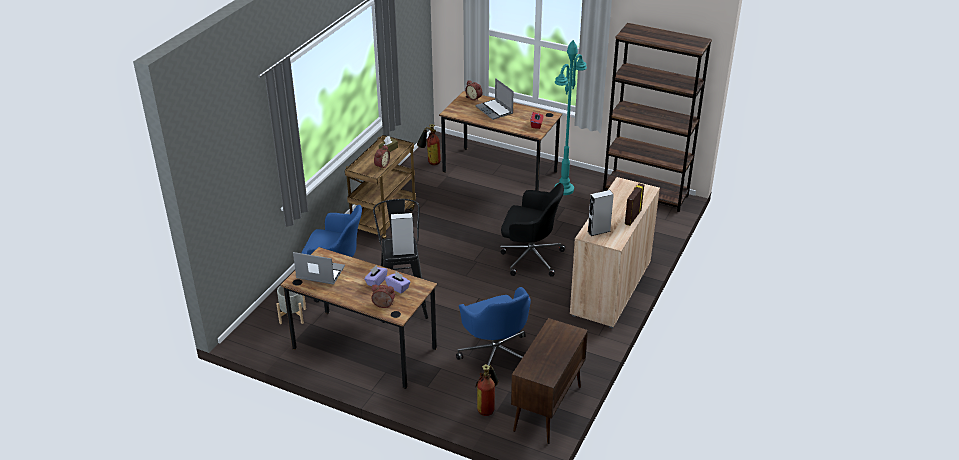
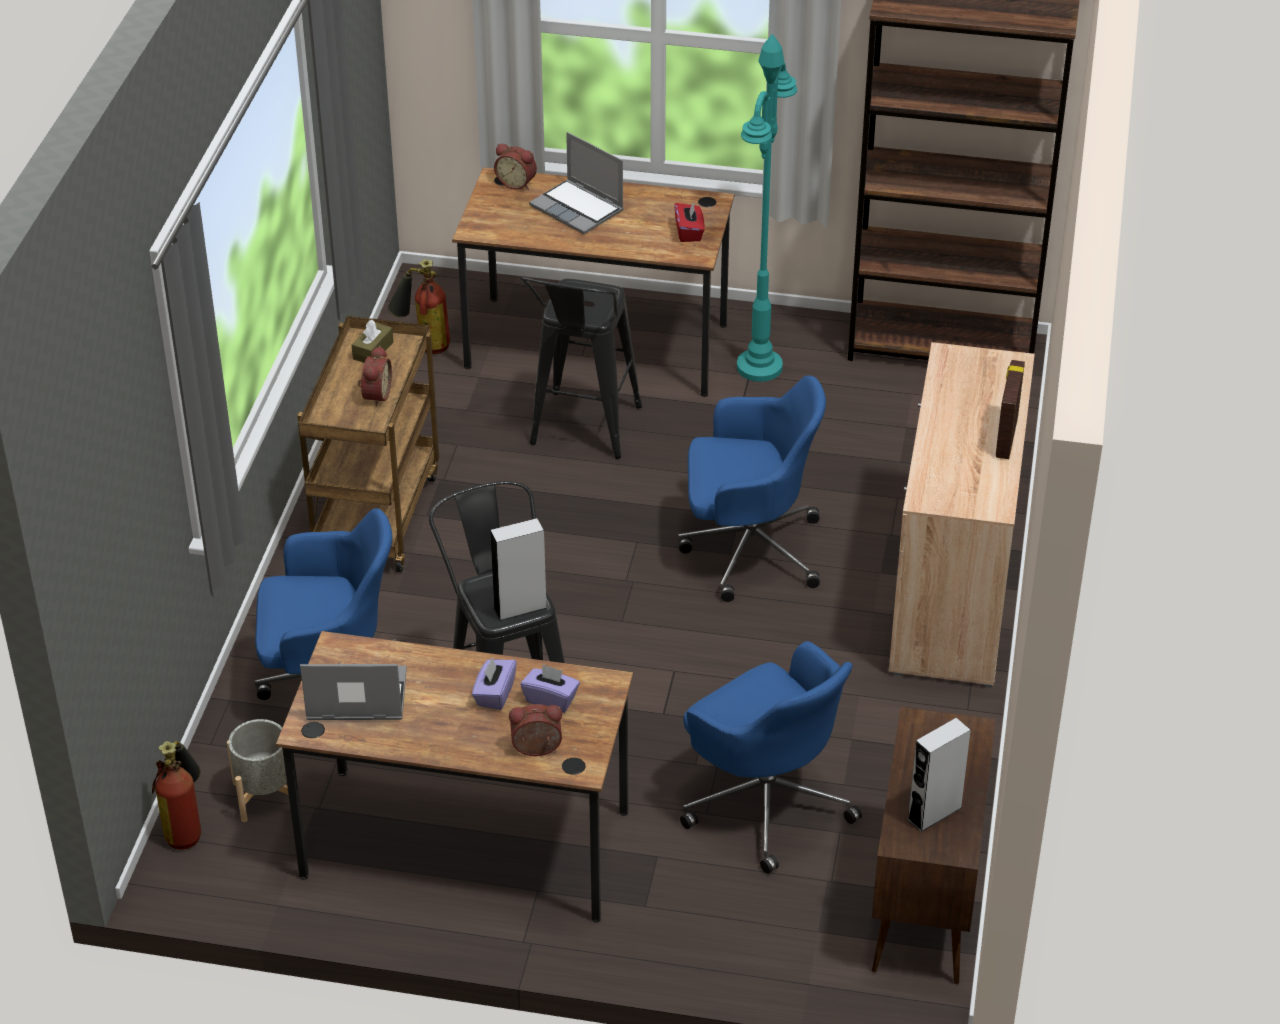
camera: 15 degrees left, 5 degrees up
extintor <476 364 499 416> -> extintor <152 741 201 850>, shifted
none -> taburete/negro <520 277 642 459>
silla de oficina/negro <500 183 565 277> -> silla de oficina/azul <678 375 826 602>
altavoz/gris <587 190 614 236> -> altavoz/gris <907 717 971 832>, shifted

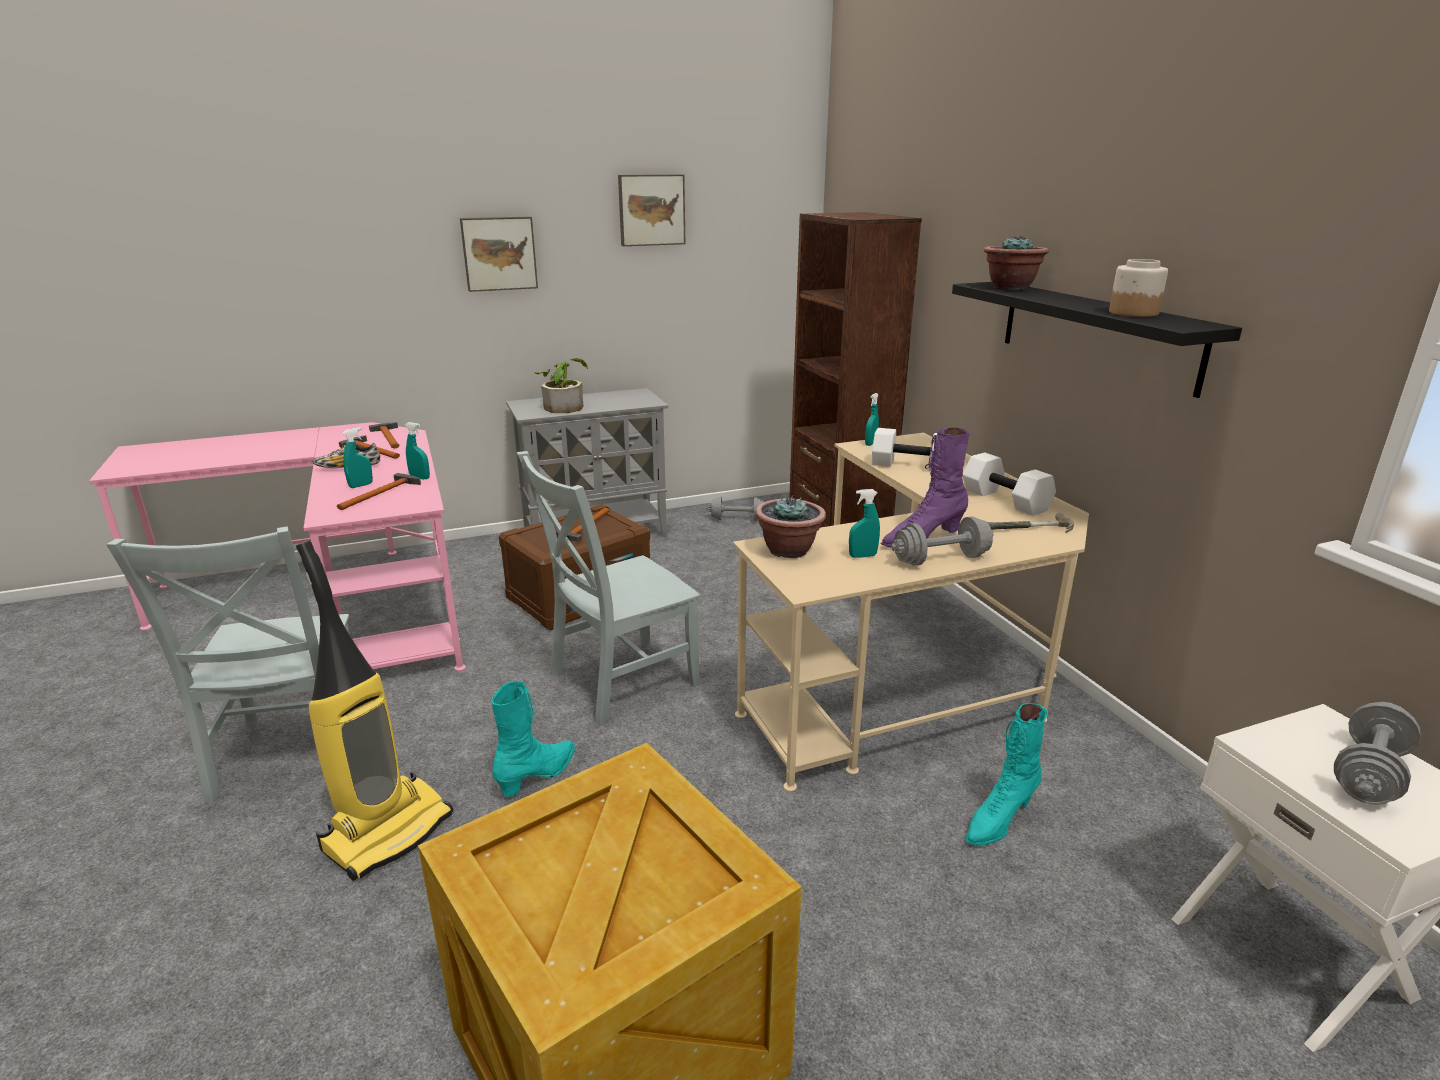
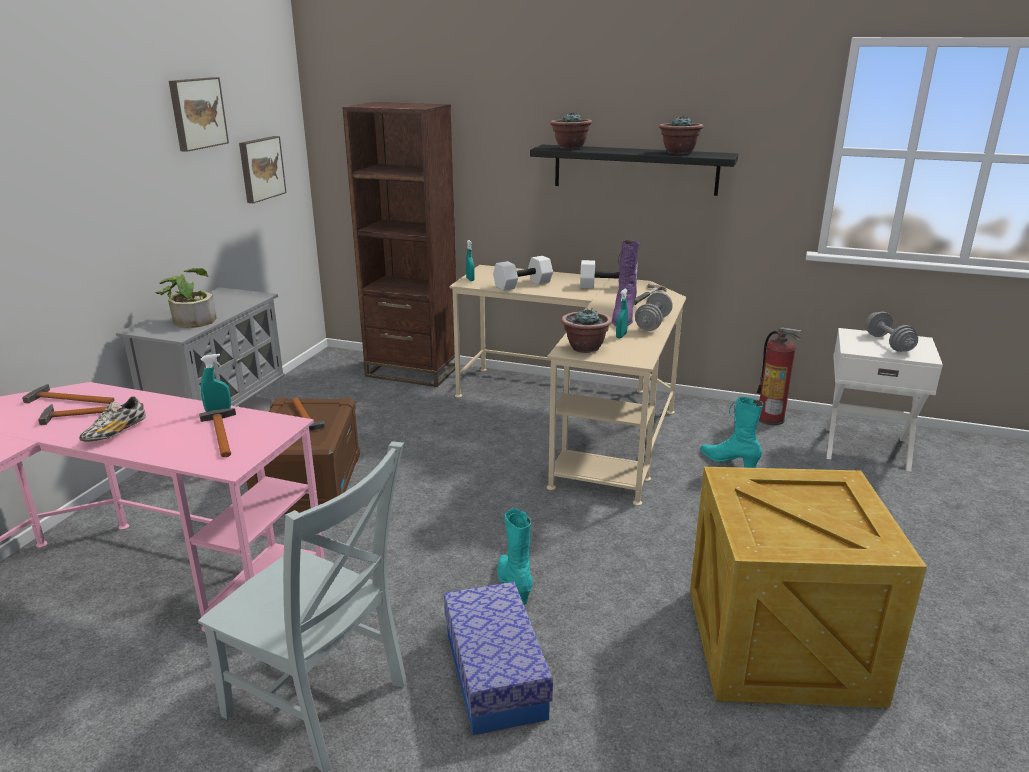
camera: 50 degrees left, 0 degrees up
cuadro <460 216 538 292> -> cuadro <239 136 287 203>, shifted
aspiradora <296 540 453 881> -> caja de almacenaje <444 582 553 735>
tarro <1109 259 1168 317> -> planta en maceta <659 115 704 155>
bota/turquesa <965 703 1048 846> -> bota/turquesa <700 397 763 468>, 135 degrees clockwise
none -> extintor <757 327 803 425>
pulverizador/turquesa <342 427 373 488> -> none
silla/gris <517 451 700 725> -> none
mancuerna/gris <706 497 764 521> -> none

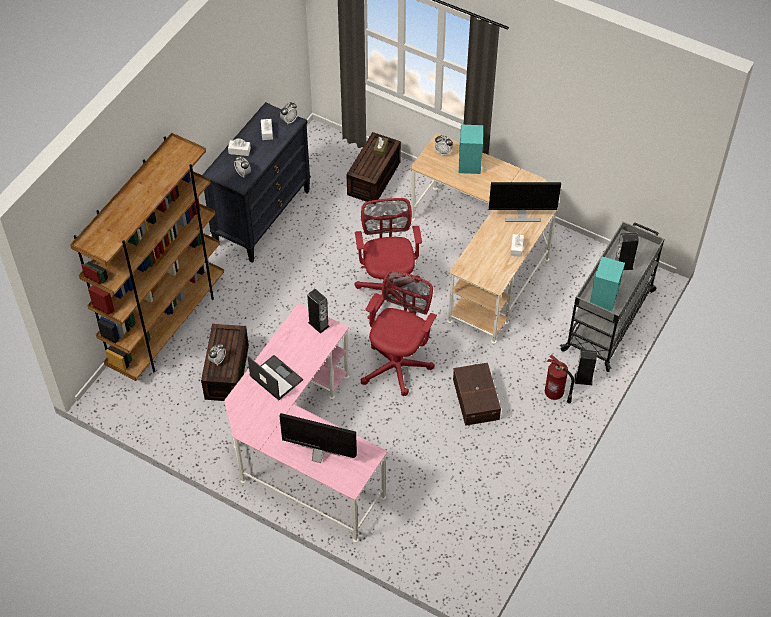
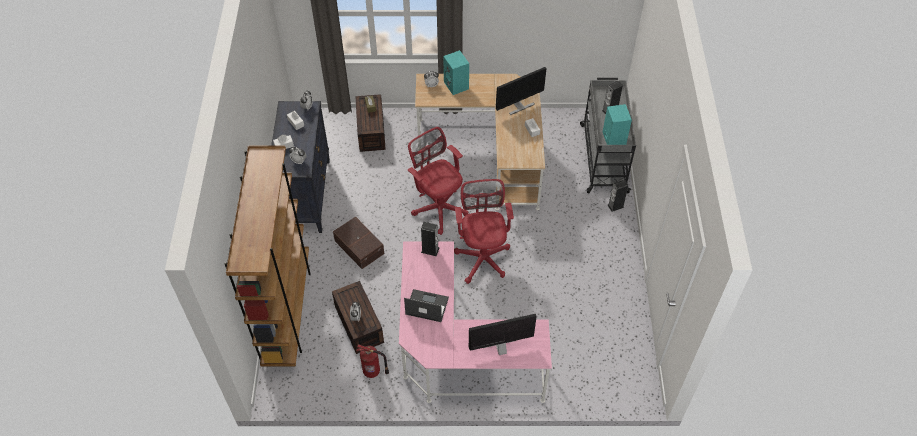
camera: 30 degrees left, 0 degrees up
caja de almacenaje/marrón <453 363 501 426> -> caja de almacenaje/marrón <333 216 384 269>, shifted
extintor <545 354 574 403> -> extintor <356 344 389 378>, shifted

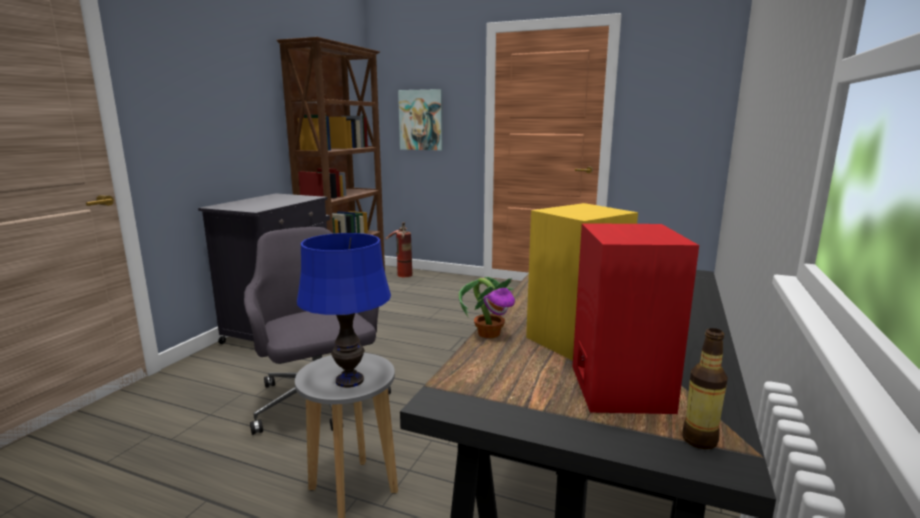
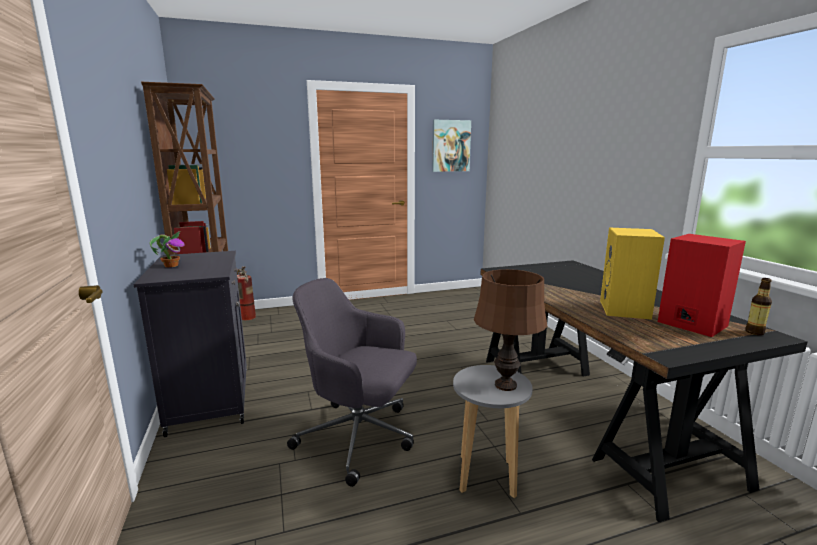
camera: 40 degrees left, 0 degrees up
planta en maceta <459 277 515 338> -> planta en maceta <150 232 185 268>, shifted
cuadro <398 89 443 150> -> cuadro <432 120 471 172>, shifted
lámpara de mesa/azul <297 233 391 388> -> lámpara de mesa/marrón <474 269 547 391>

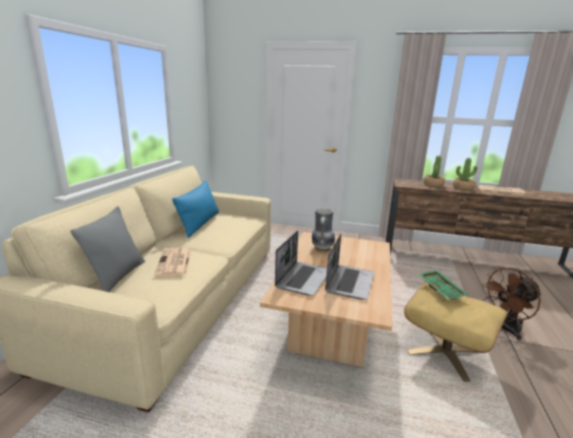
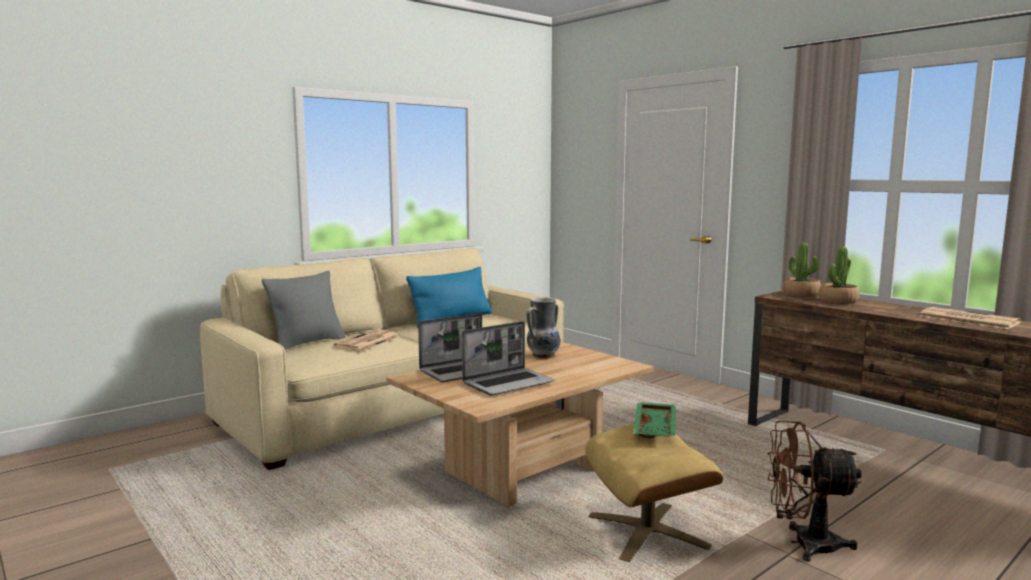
camera: 35 degrees right, 10 degrees down
planta en maceta <453 158 477 190> -> planta en maceta <783 242 821 297>, shifted

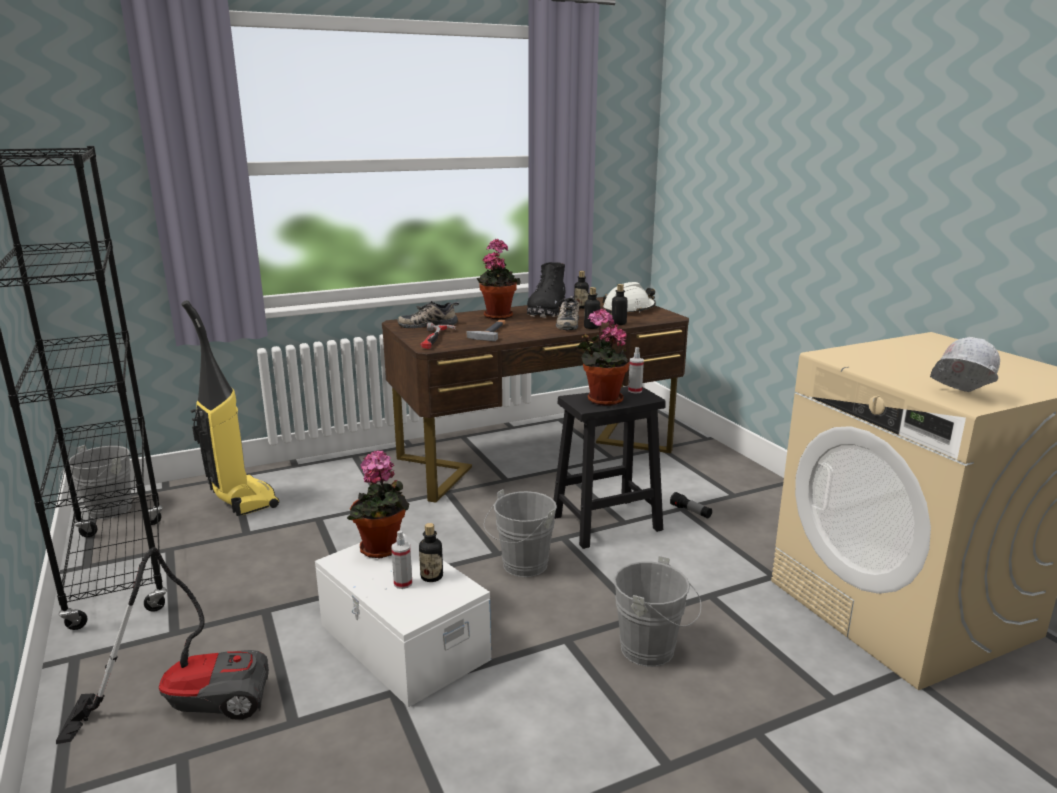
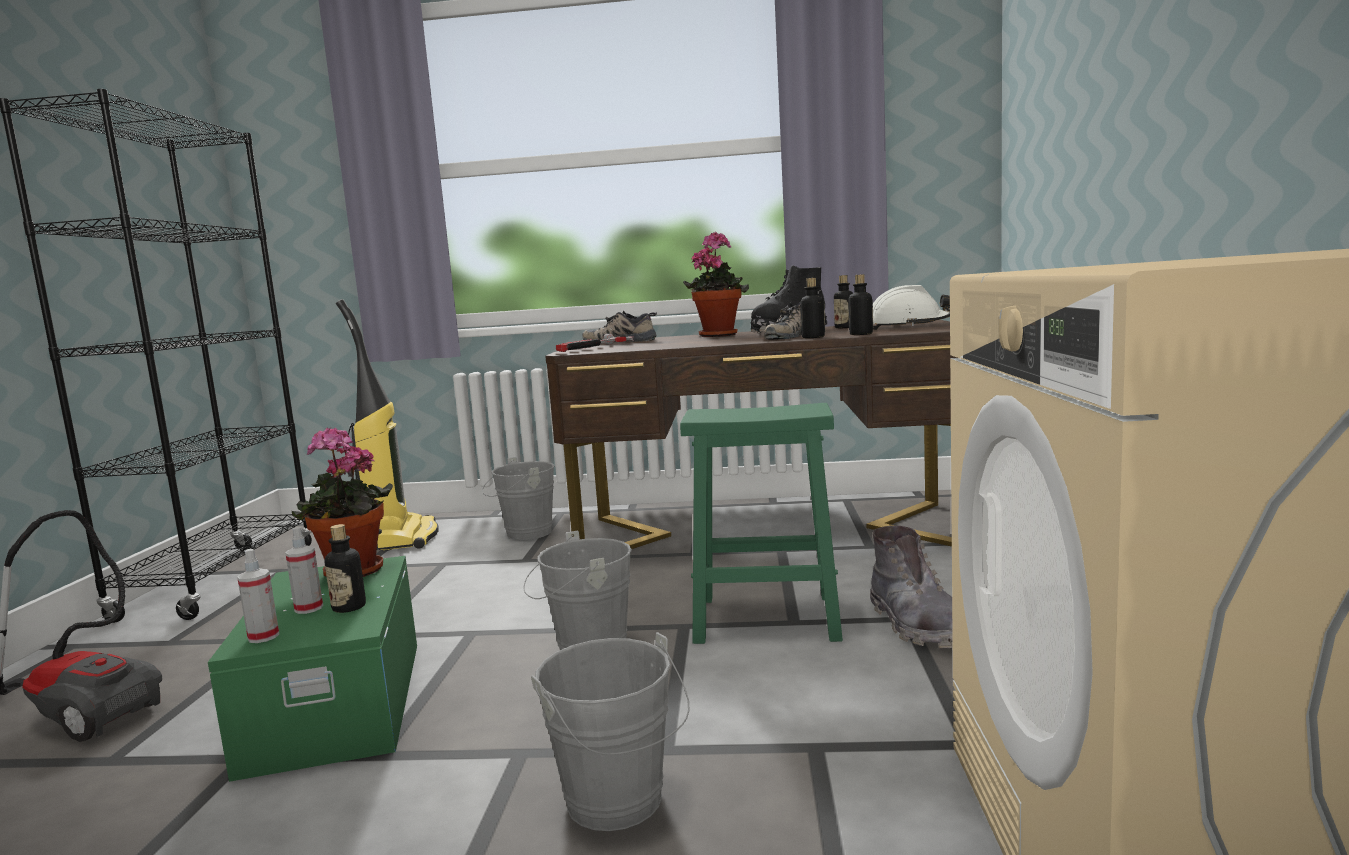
camera: 30 degrees right, 10 degrees down
caja de almacenaje/blanco <315 533 491 708> -> caja de almacenaje/verde <208 556 417 782>
pulverizador <628 347 644 393> -> pulverizador <237 549 279 643>, shifted
cubo/gris <59 445 132 519> -> cubo/gris <482 457 555 540>, shifted
taburete/negro <554 386 666 549> -> taburete/verde <680 403 843 644>
linterna <670 492 712 519> -> bota/gris <870 526 953 648>
martillo <466 320 505 341> -> none
planta en maceta <576 309 630 406> -> none
casco/blanco <930 337 1000 392> -> none

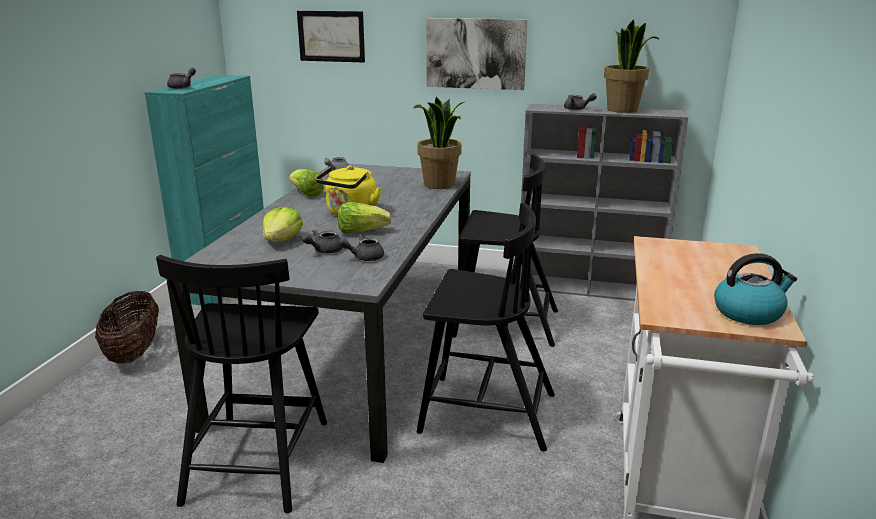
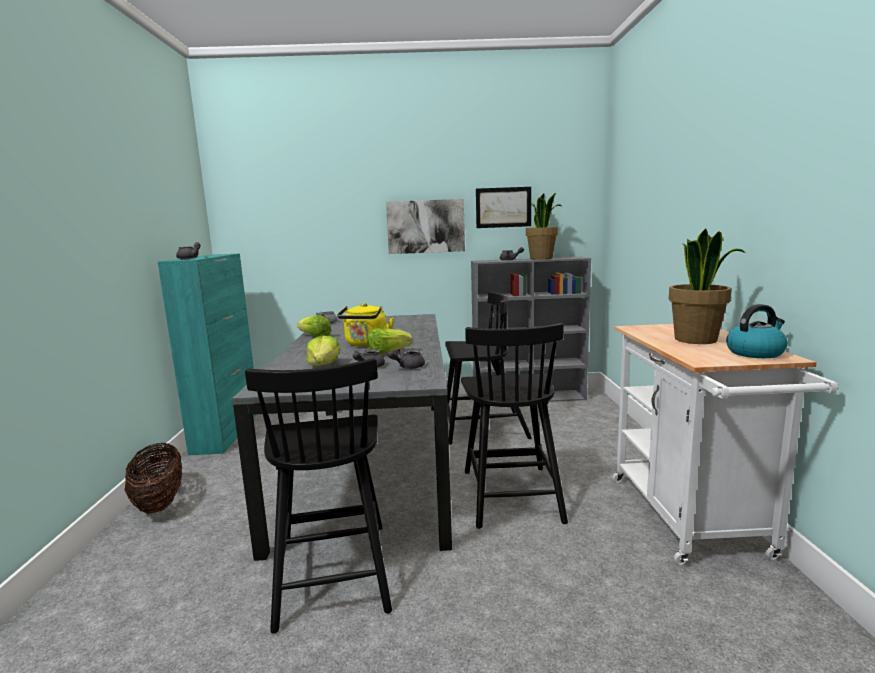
camera: 15 degrees left, 10 degrees down
silla/negro <417 203 555 451> -> silla/negro <461 323 568 529>, 90 degrees clockwise
cuadro <297 11 365 62> -> cuadro <476 187 531 228>, shifted
planta en maceta <413 97 464 189> -> planta en maceta <669 228 746 344>, shifted

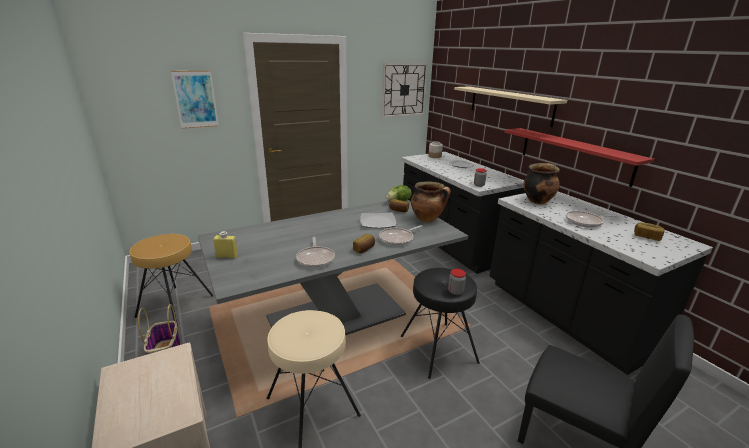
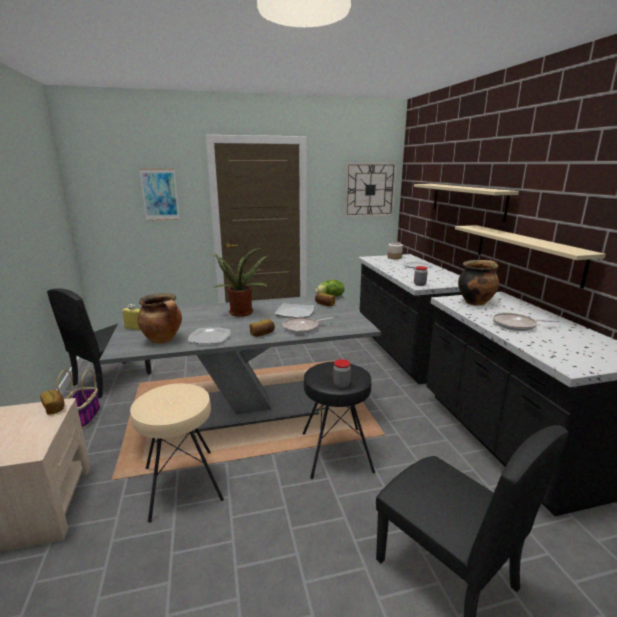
camera: 15 degrees right, 5 degrees down
pan <634 222 665 241> -> pan <40 390 64 415>, shifted
taburete/marrón <129 234 214 326> -> silla/negro <47 288 152 398>
olla <411 181 451 222> -> olla <137 293 182 344>, shifted
sartén <296 237 335 268> -> plato <188 327 230 344>
none -> planta en maceta <212 248 268 317>
estante/rojo <504 128 654 187> -> estante/beis <455 225 606 289>

